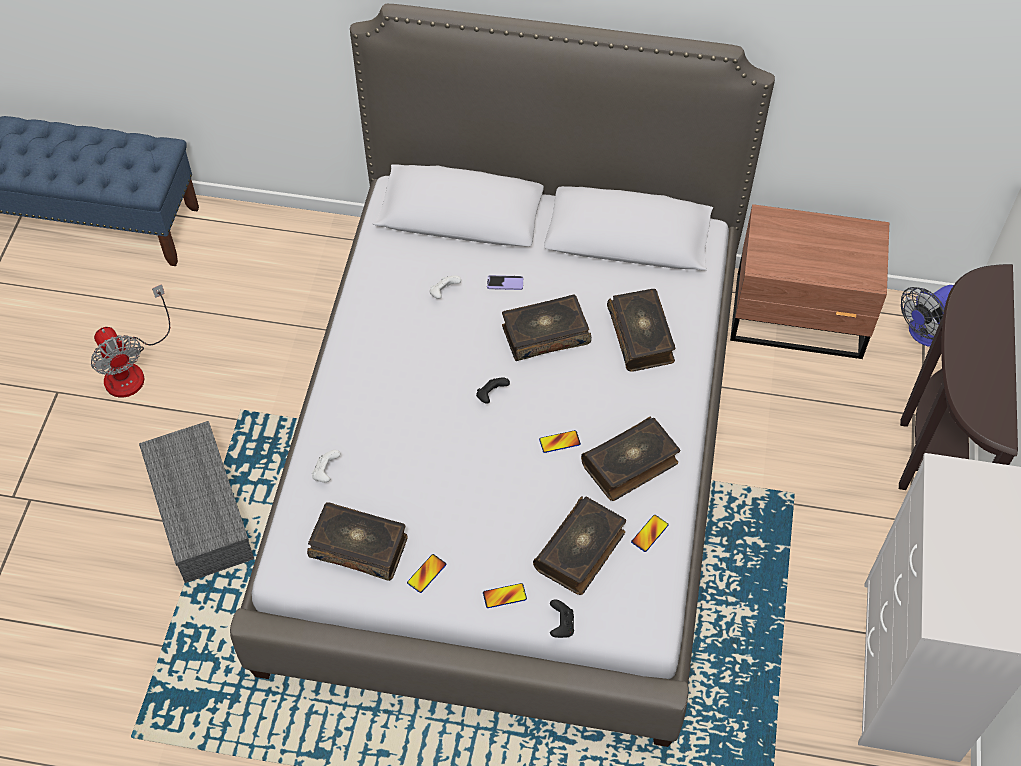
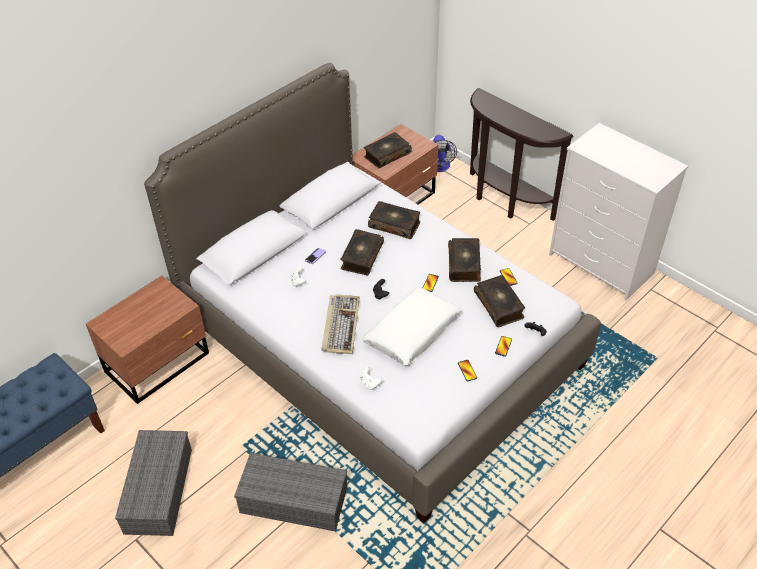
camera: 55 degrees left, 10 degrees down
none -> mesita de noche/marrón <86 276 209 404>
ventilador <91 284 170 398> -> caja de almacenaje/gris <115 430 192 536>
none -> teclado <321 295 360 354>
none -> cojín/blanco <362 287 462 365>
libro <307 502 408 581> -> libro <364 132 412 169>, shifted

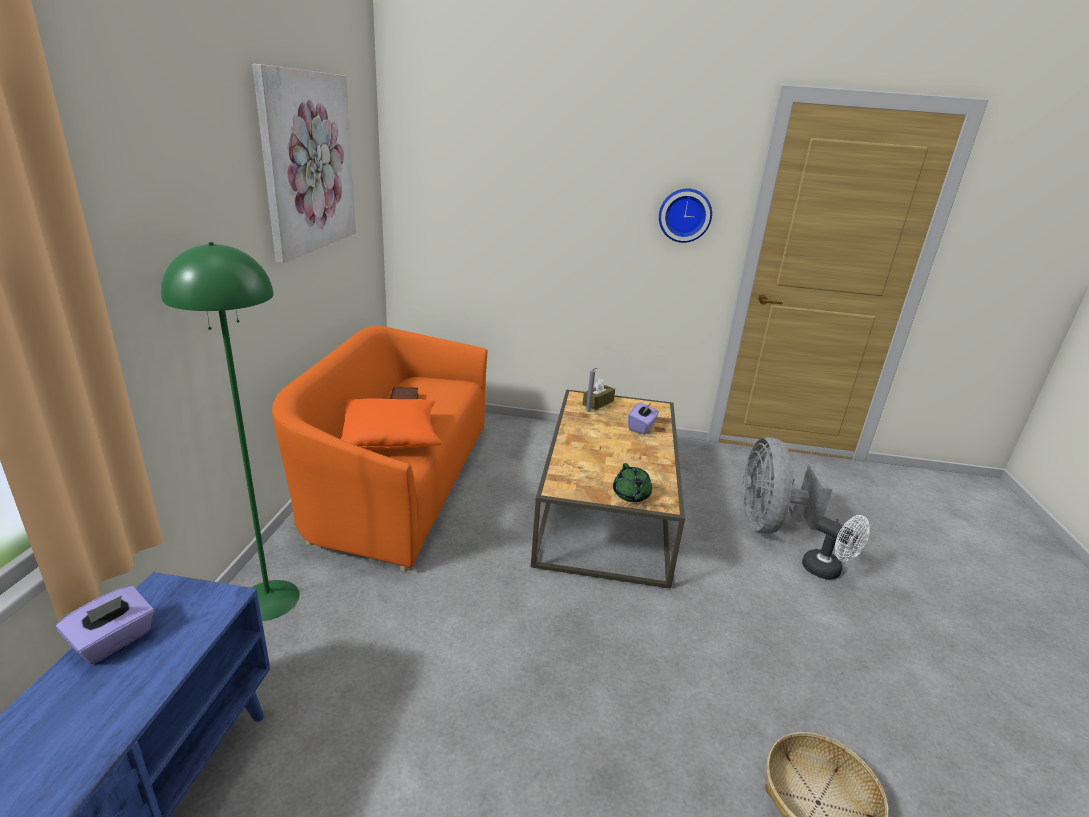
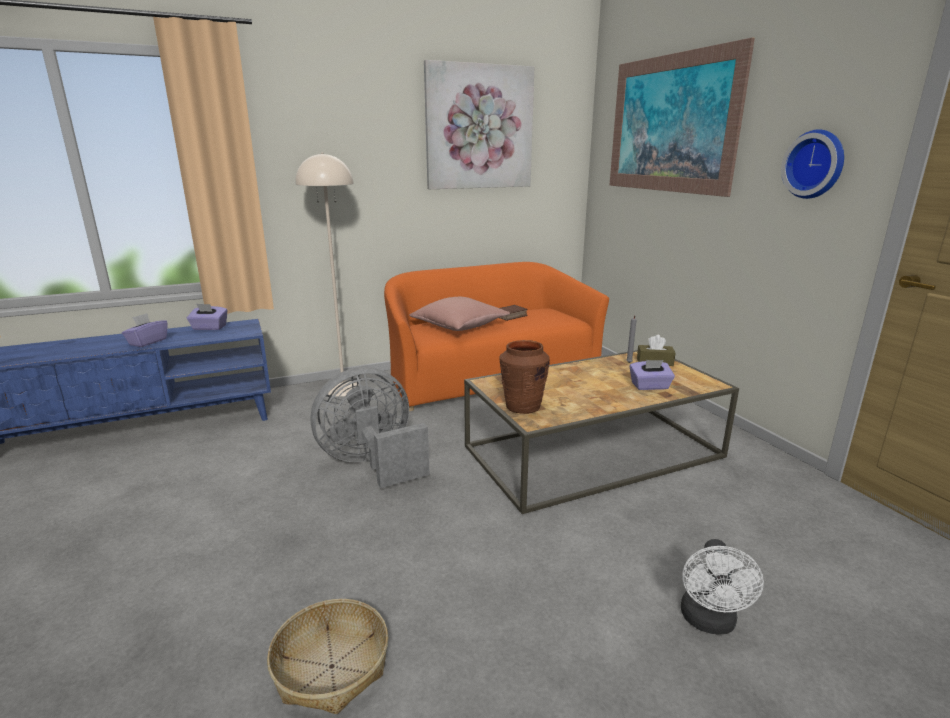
camera: 60 degrees right, 5 degrees down
none -> caja de pañuelos/morado <122 313 168 347>
lámpara de pie/verde <161 242 300 621> -> lámpara de pie/beis <296 152 359 396>
ventilador/gris <742 437 833 534> -> ventilador/gris <311 367 430 488>, shifted
cojín/naranja <341 398 441 450> -> cojín/rosa <409 297 510 331>
tetera/verde <613 463 652 502> -> florero/marrón <499 340 550 414>
none -> cuadro <610 38 755 197>

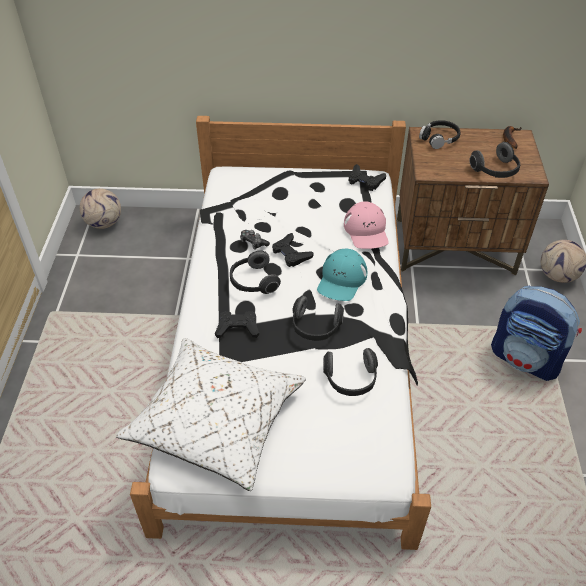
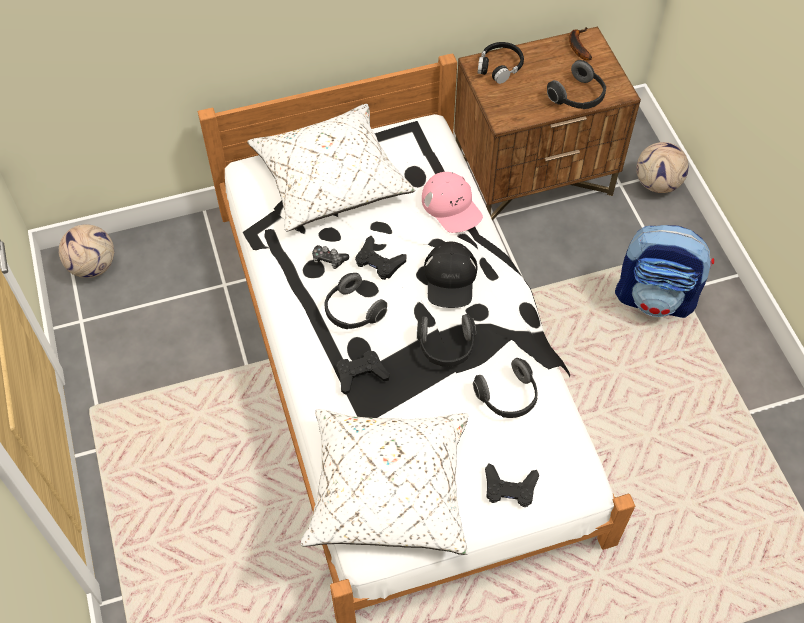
camera: 20 degrees left, 10 degrees up
none -> cojín/blanco <247 104 415 232>
gorra/turquesa <317 249 367 301> -> gorra/negro <424 242 477 308>
mando de consola/negro <349 164 386 191> -> mando de consola/negro <485 463 539 507>, shifted

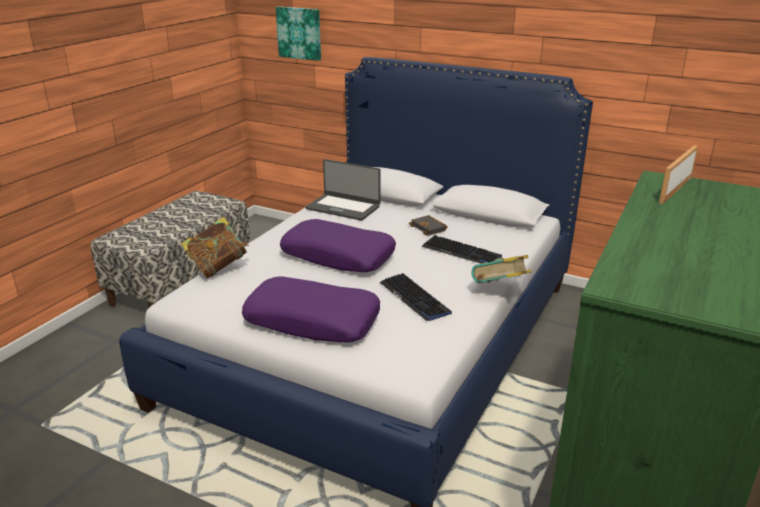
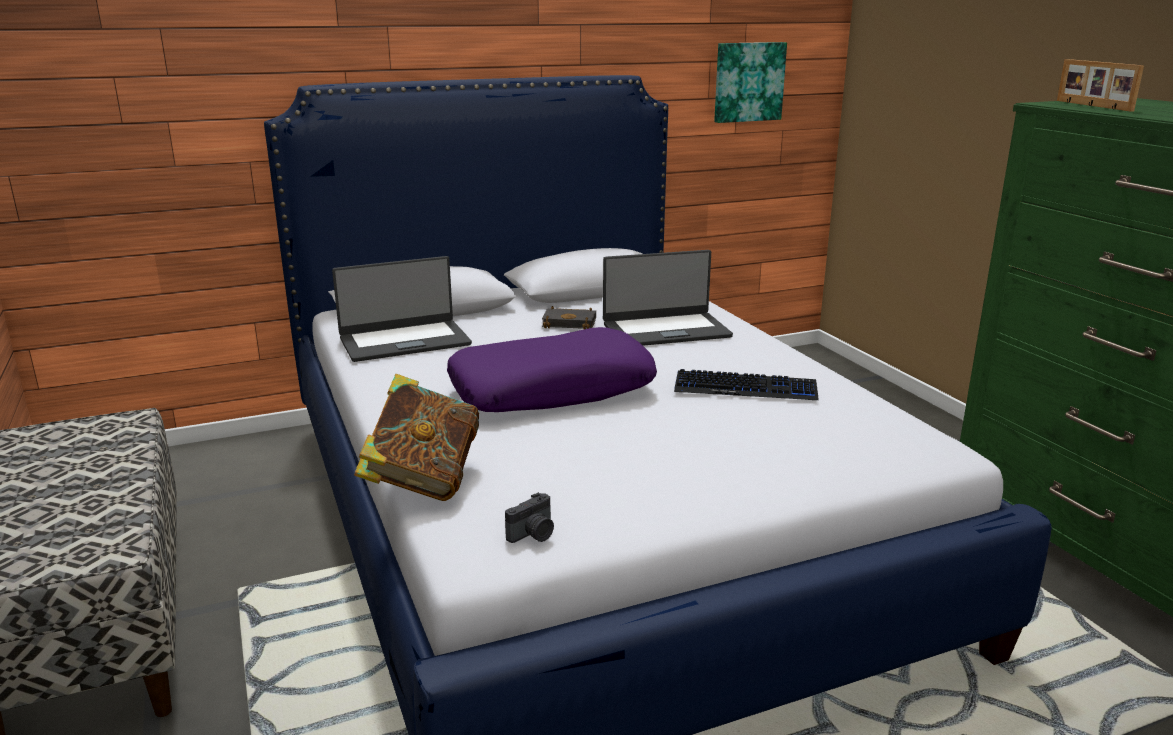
camera: 50 degrees left, 5 degrees down
none -> cámara <505 492 554 543>
teclado <422 235 502 264> -> portátil <603 250 733 346>
cuadro <276 6 321 61> -> cuadro <714 42 787 123>, shifted
cojín/morado <242 276 380 343> -> none
libro <471 255 531 283> -> none

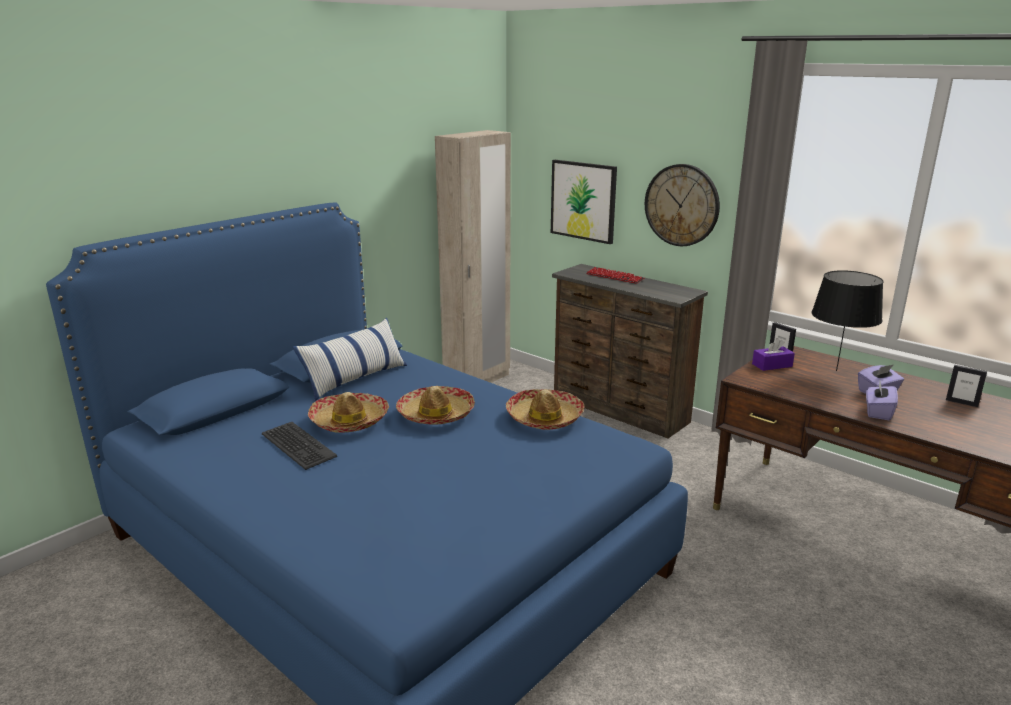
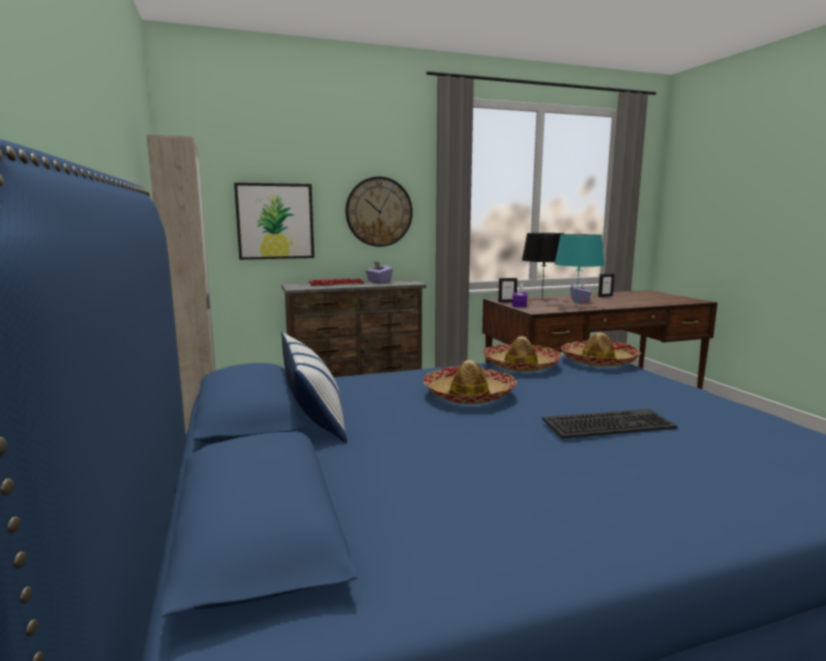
camera: 60 degrees left, 10 degrees down
caja de pañuelos/morado <866 382 898 420> -> caja de pañuelos/morado <365 261 393 283>, shifted
teclado <262 422 337 470> -> teclado <542 409 677 439>, shifted
none -> lámpara de mesa/turquesa <554 234 604 308>
sombrero <308 392 389 433> -> sombrero <561 333 641 367>, shifted

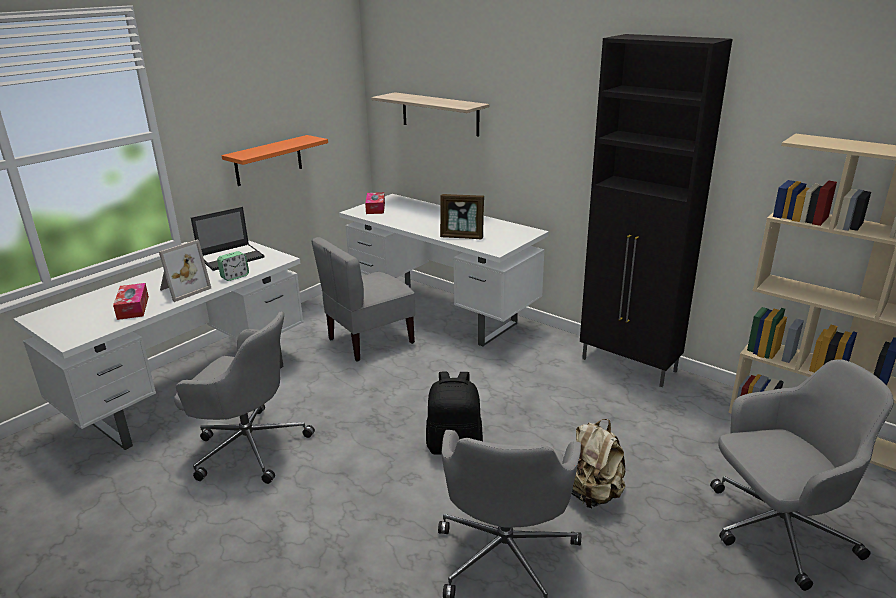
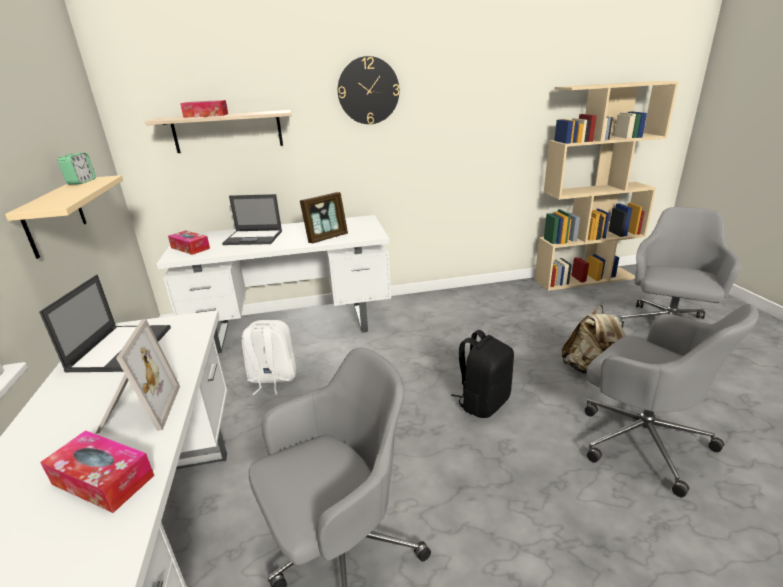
camera: 50 degrees left, 0 degrees up
estante/naranja <222 135 328 186> -> estante/beis <5 175 123 259>
despertador <217 251 249 281> -> despertador <58 153 95 185>, shifted
none -> caja de pañuelos <180 100 228 118>
none -> portátil <222 194 282 245>
silla/gris <311 237 415 362> -> mochila/blanco <242 320 297 395>
none -> reloj de pared <338 56 399 124>
armario/negro <580 34 732 387> -> none

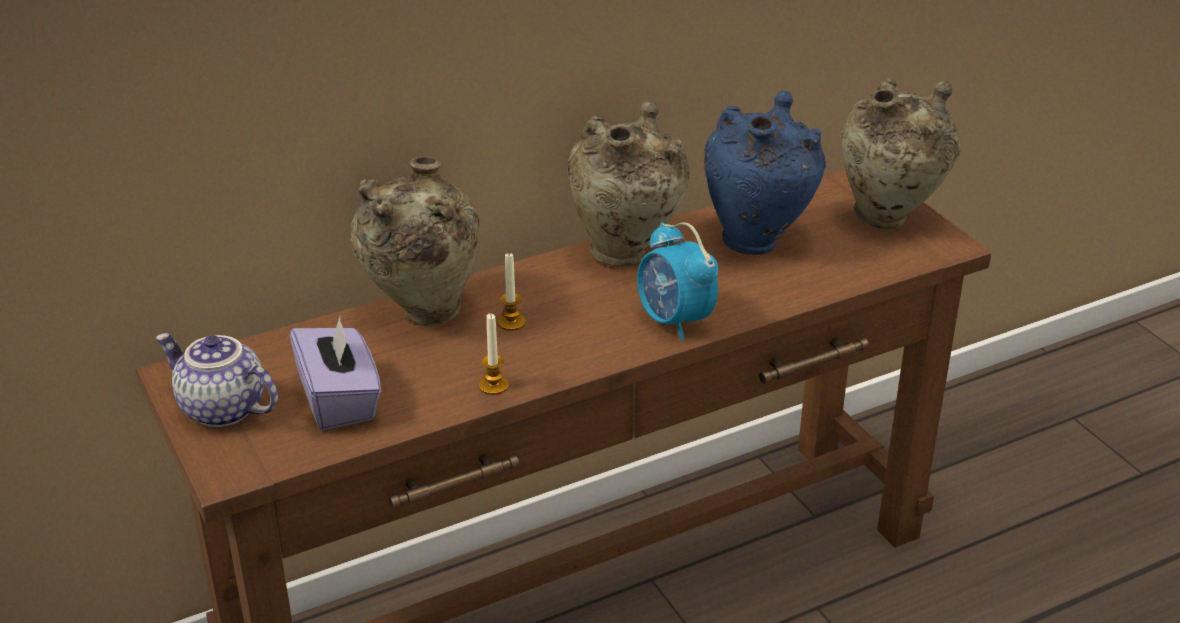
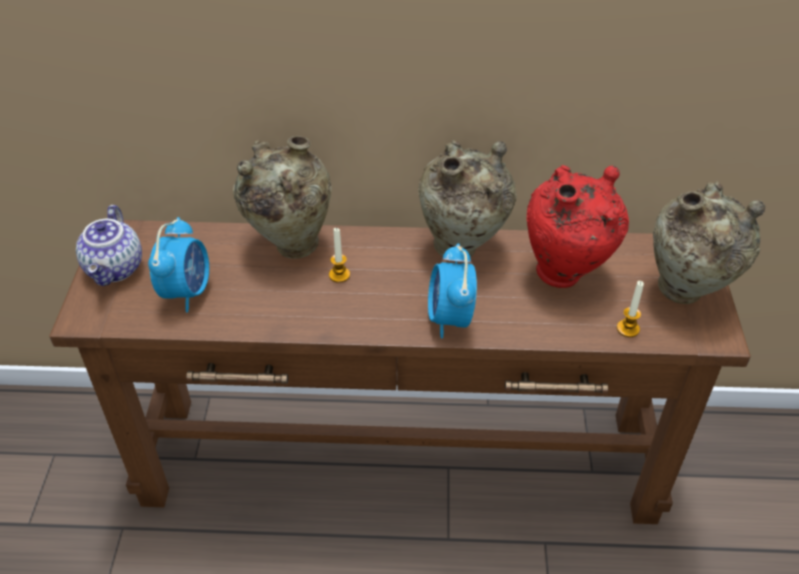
camera: 30 degrees right, 10 degrees up
tetera <155 333 278 427> -> tetera <76 205 142 286>, 150 degrees counterclockwise
caja de pañuelos/morado <290 317 381 430> -> despertador <148 217 209 313>
florero/azul <704 90 826 255> -> florero/rojo <527 165 629 288>
vela <479 314 509 395> -> vela <617 281 644 337>, shifted

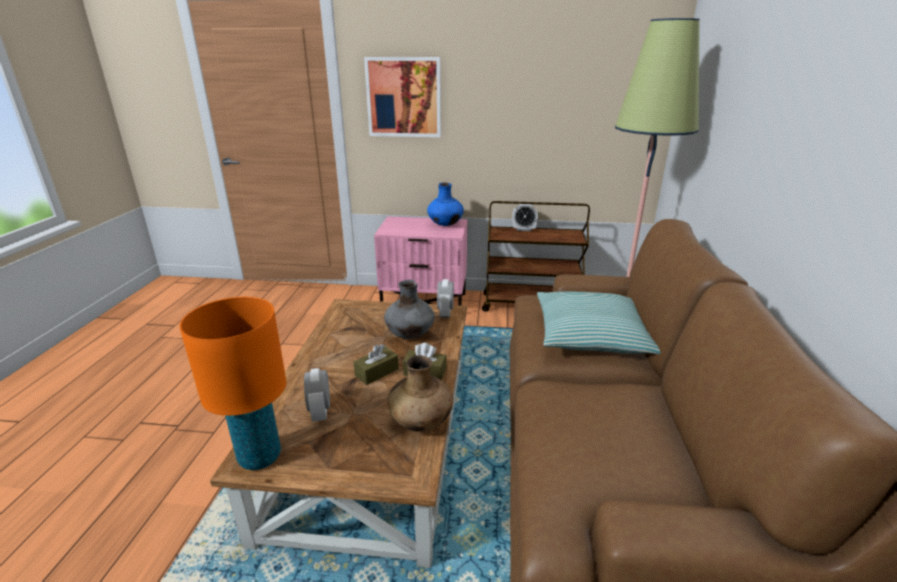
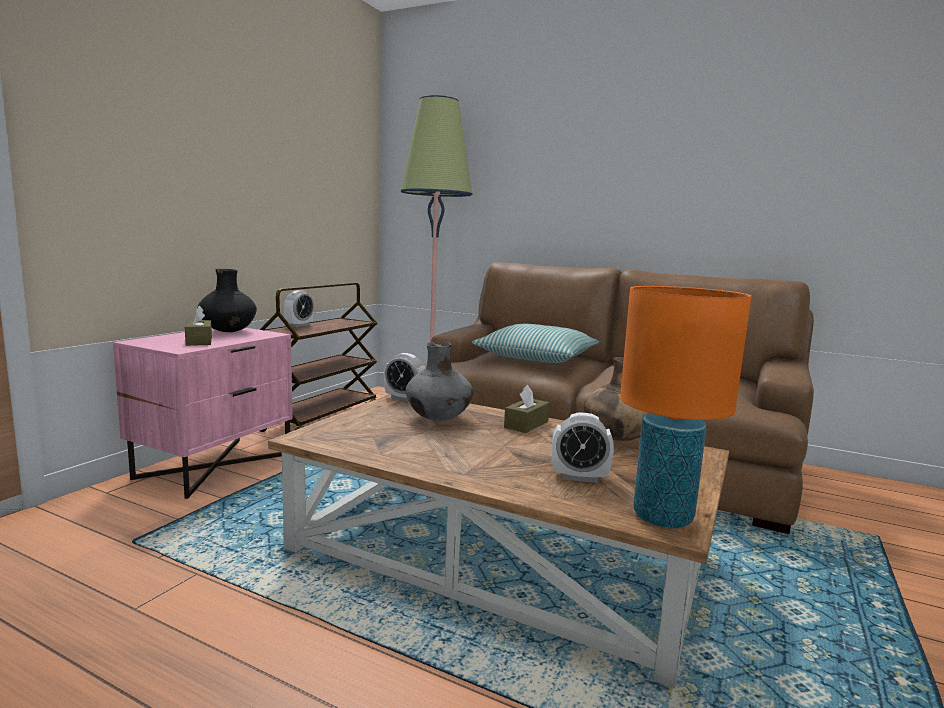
camera: 70 degrees left, 15 degrees down
caja de pañuelos/marrón <354 344 399 385> -> caja de pañuelos/marrón <185 306 212 346>, shifted
florero/azul <427 182 464 226> -> florero/negro <198 269 257 332>
cuadro <364 57 441 137> -> none

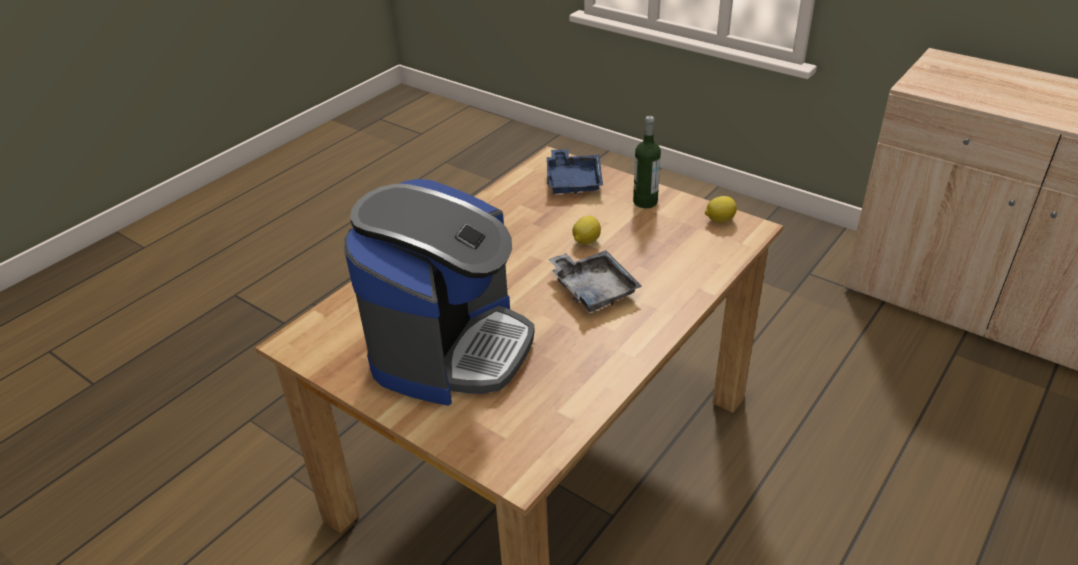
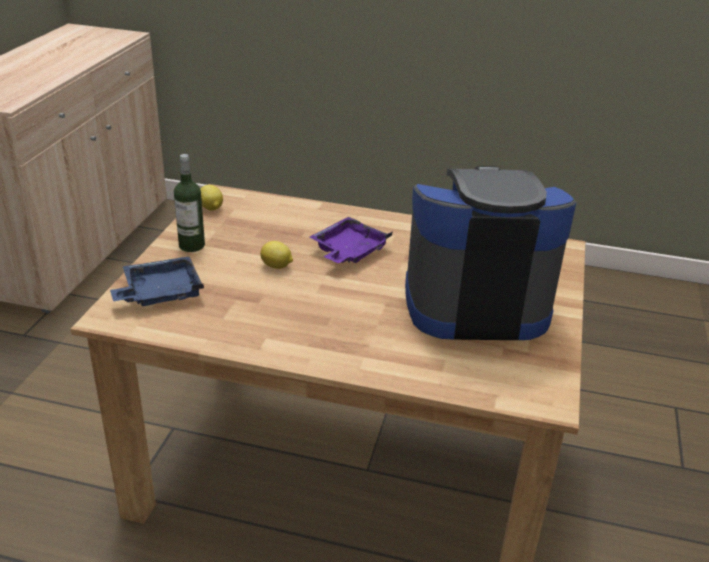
camera: 115 degrees left, 5 degrees down
bandeja/gris <548 250 642 312> -> bandeja/morado <309 217 392 263>

